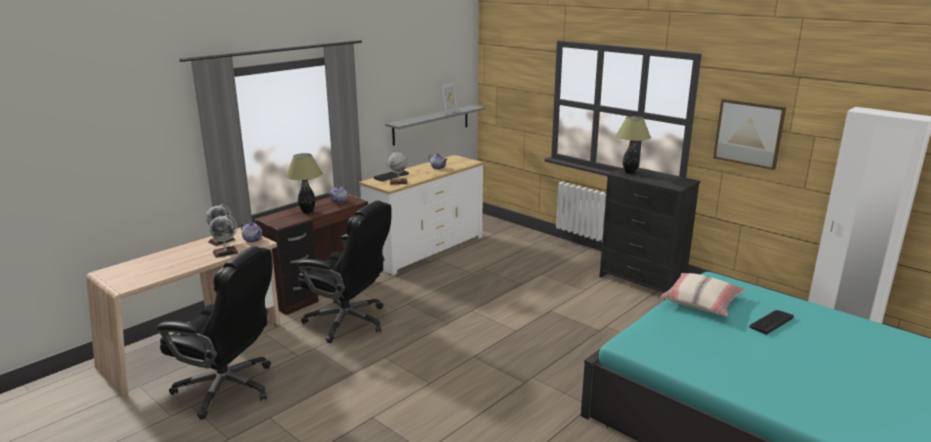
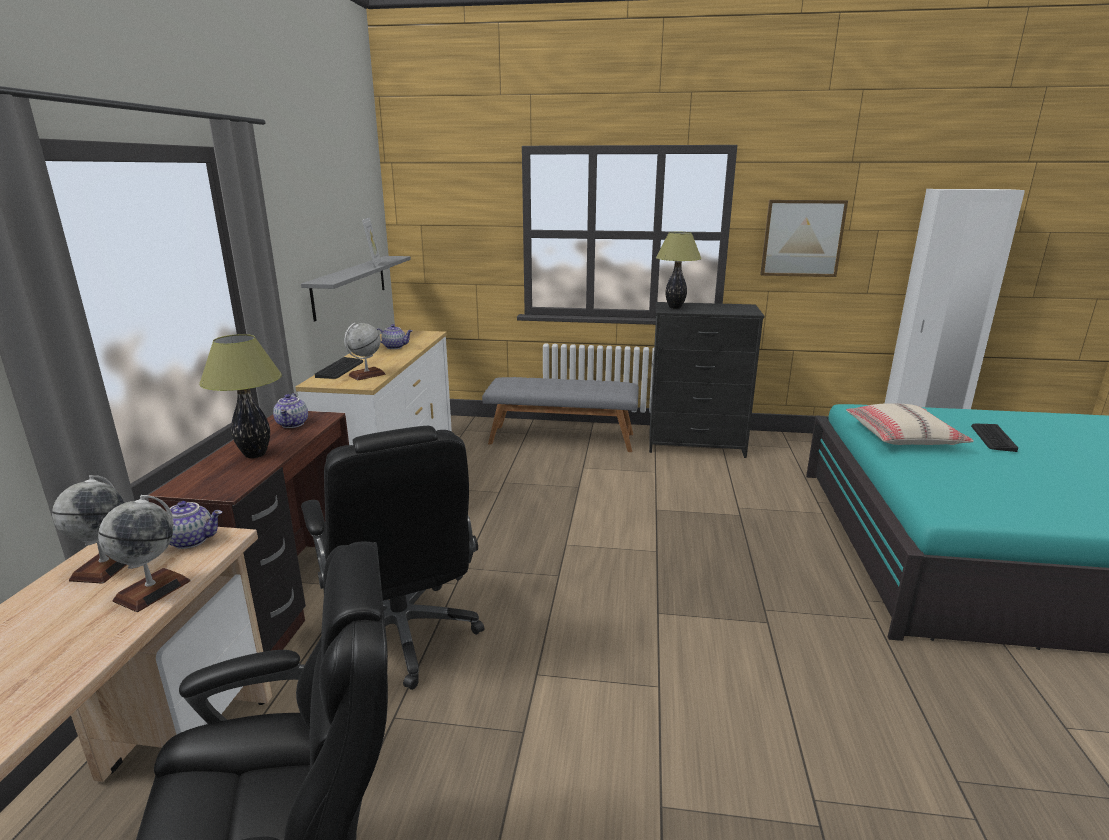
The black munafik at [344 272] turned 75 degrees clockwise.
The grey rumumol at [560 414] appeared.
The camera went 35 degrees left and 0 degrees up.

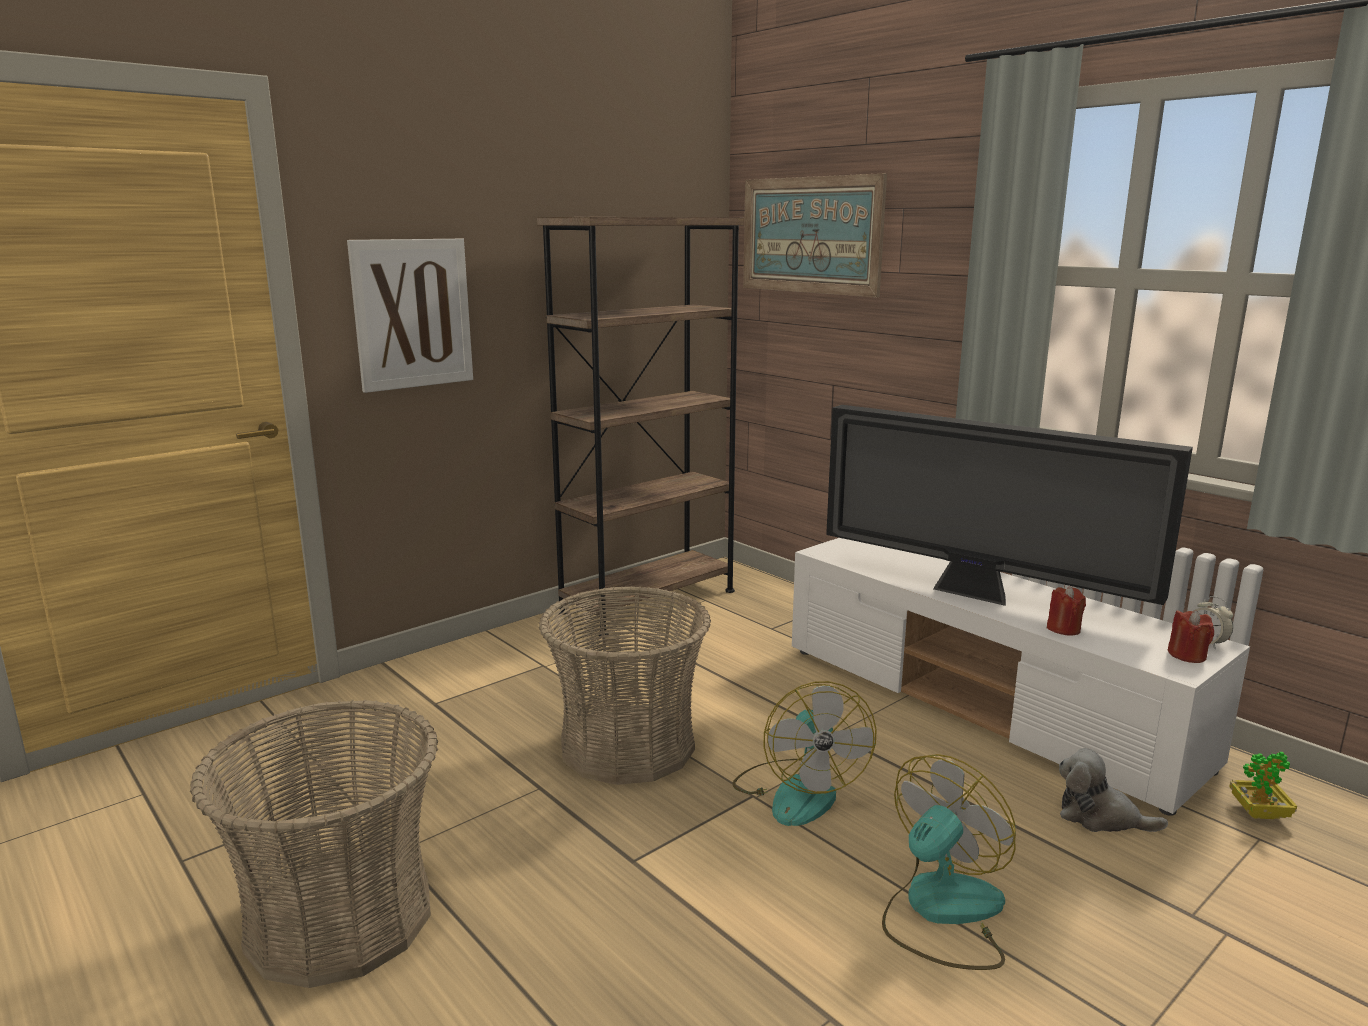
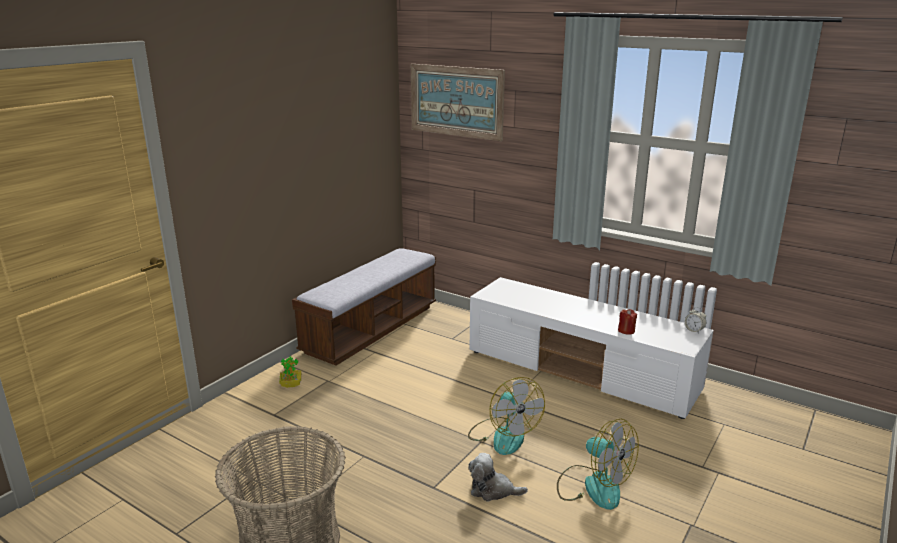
The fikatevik at [410 316] disappeared.
The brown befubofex at [640 426] was replaced by the rumumol at [364 307].
The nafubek at [625 685] disappeared.
The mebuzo at [1009 505] disappeared.
The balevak at [949 862] turned 105 degrees clockwise.
The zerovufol moved from [1113 790] to [498 477].
The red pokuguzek at [1191 636] disappeared.
The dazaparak moved from [1263 785] to [290 372].
The camera went 15 degrees left and 5 degrees up.

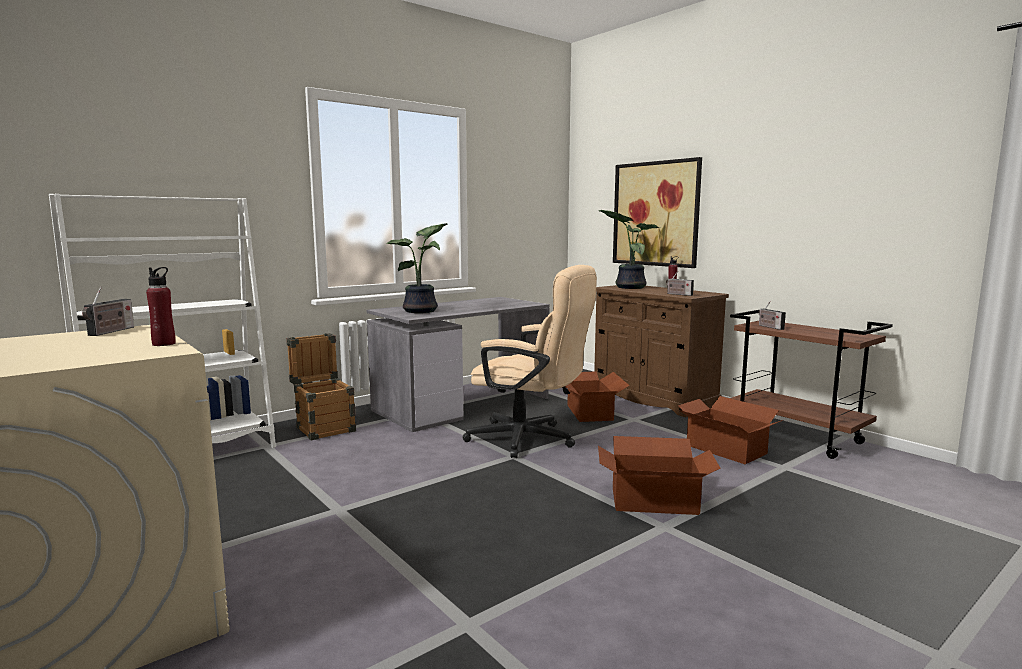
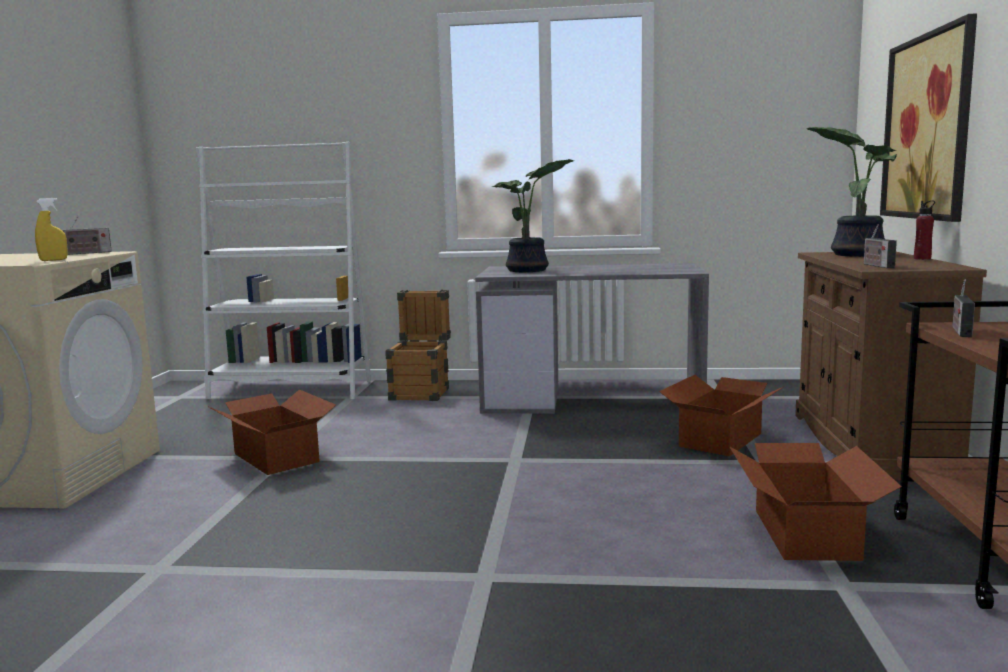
The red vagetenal at [161 306] was replaced by the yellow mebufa at [51 229].
The beige munafik at [530 361] disappeared.
The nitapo moved from [659 475] to [272 432].
The camera went 45 degrees right and 0 degrees up.

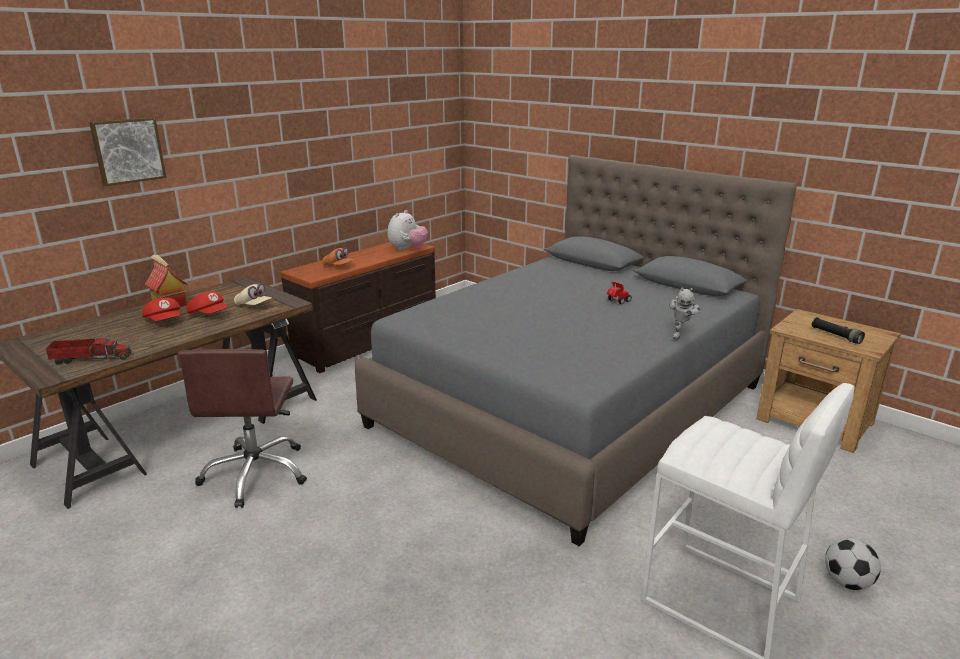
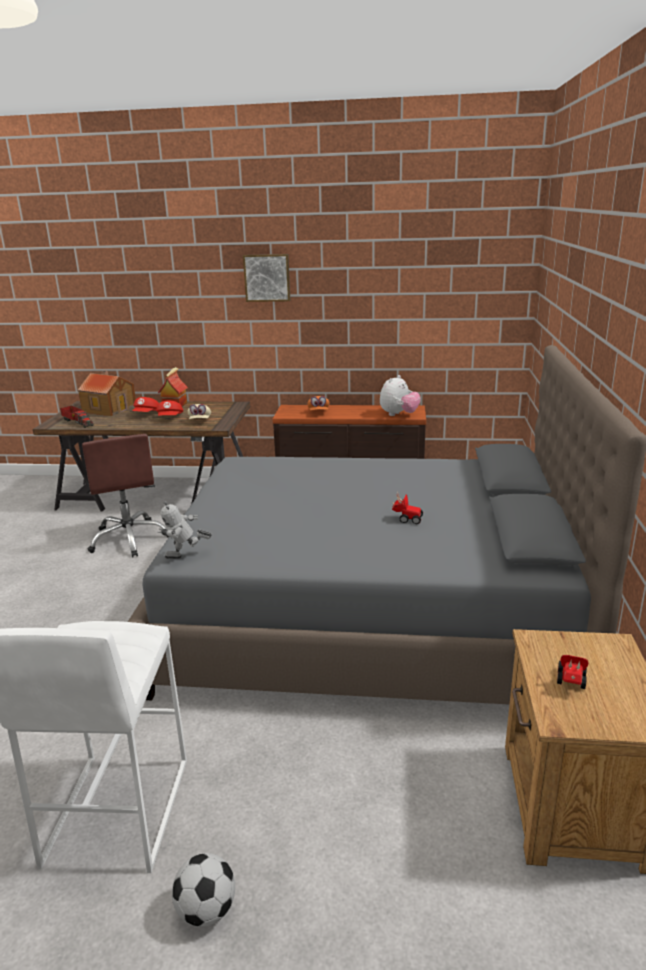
The fikatevik moved from [127 151] to [267 278].
The brown munafik at [242 428] turned 75 degrees counterclockwise.
The zerovufol at [407 230] turned 45 degrees counterclockwise.
The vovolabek moved from [685 313] to [185 530].
The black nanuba at [838 330] was replaced by the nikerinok at [572 672].
The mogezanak at [107 393] appeared.
The camera went 55 degrees right and 0 degrees up.

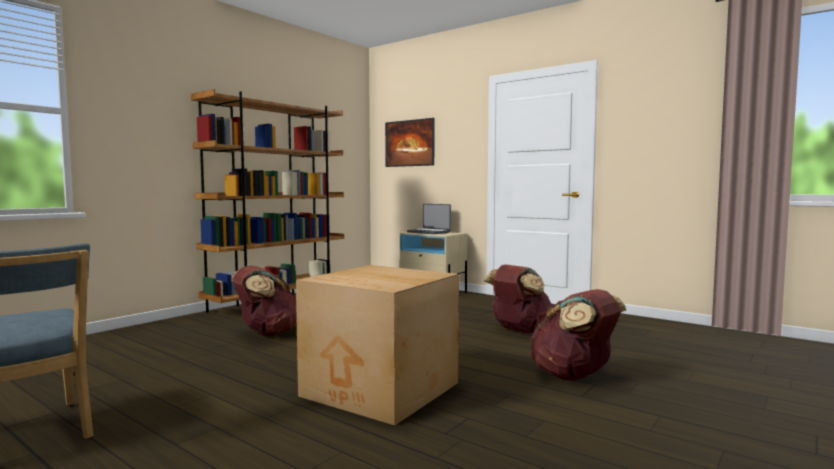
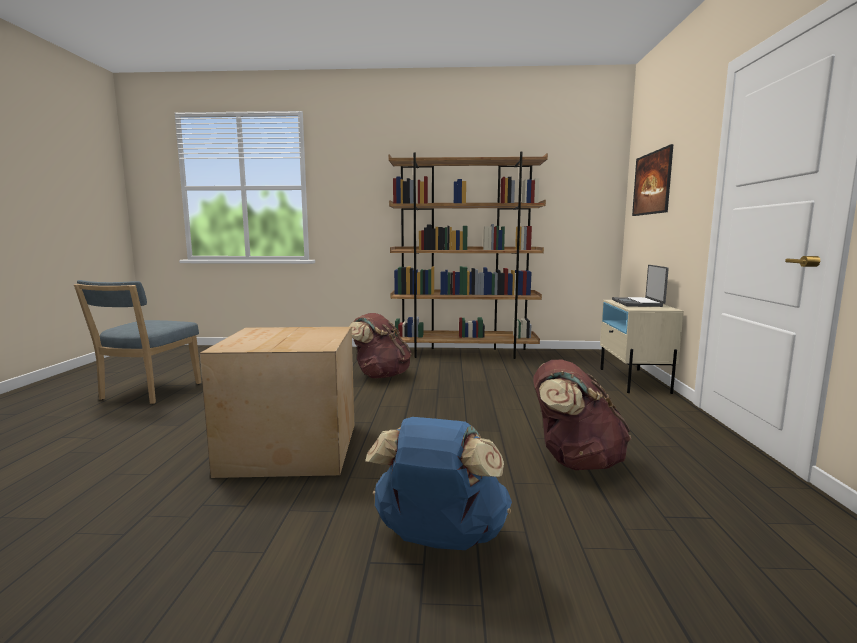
The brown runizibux at [578 335] became the blue runizibux at [438 483].
The camera went 55 degrees right and 5 degrees up.

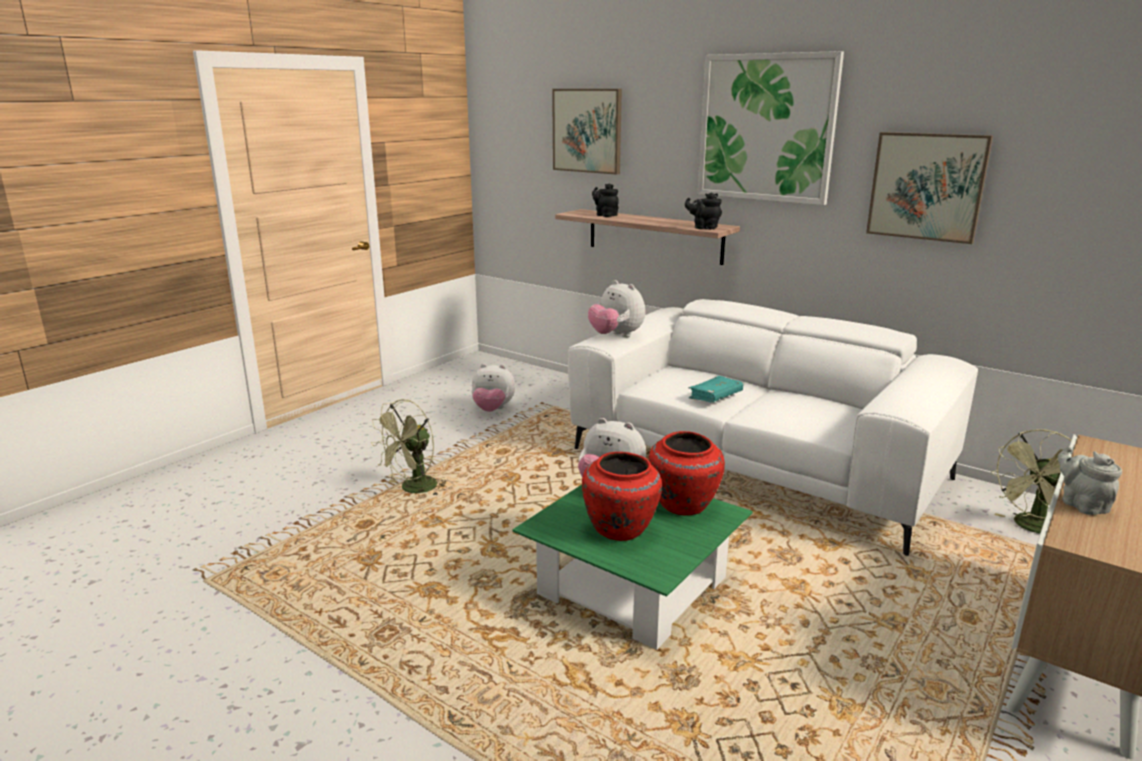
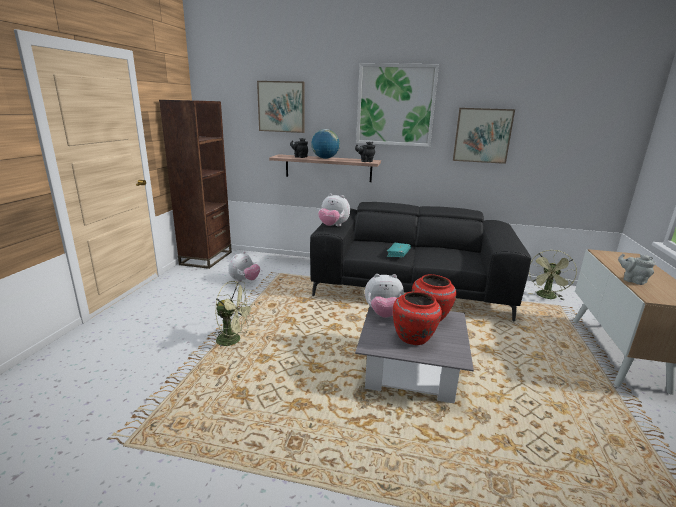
The green balevak at [408 447] turned 90 degrees counterclockwise.
The zerovufol at [493 388] turned 45 degrees counterclockwise.
The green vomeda at [633 567] became the grey vomeda at [414 355].
The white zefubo at [773 427] became the black zefubo at [420 261].
The brown befubofex at [195 184] appeared.
The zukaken at [325 144] appeared.
The camera went 25 degrees left and 0 degrees up.

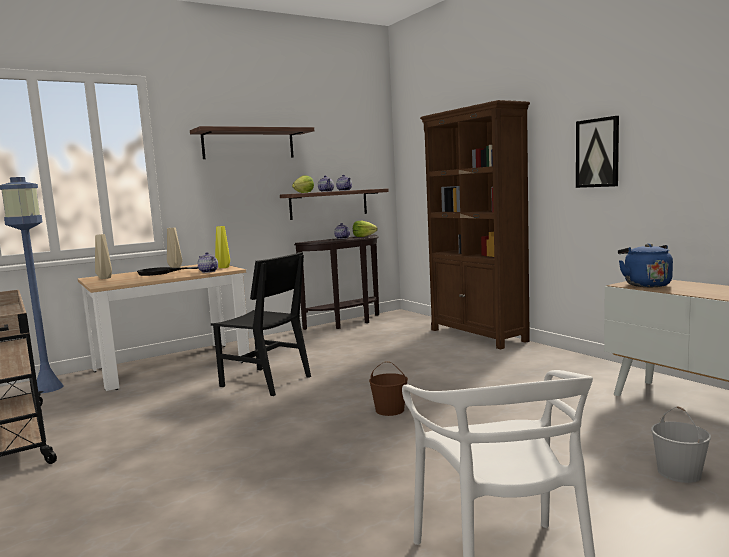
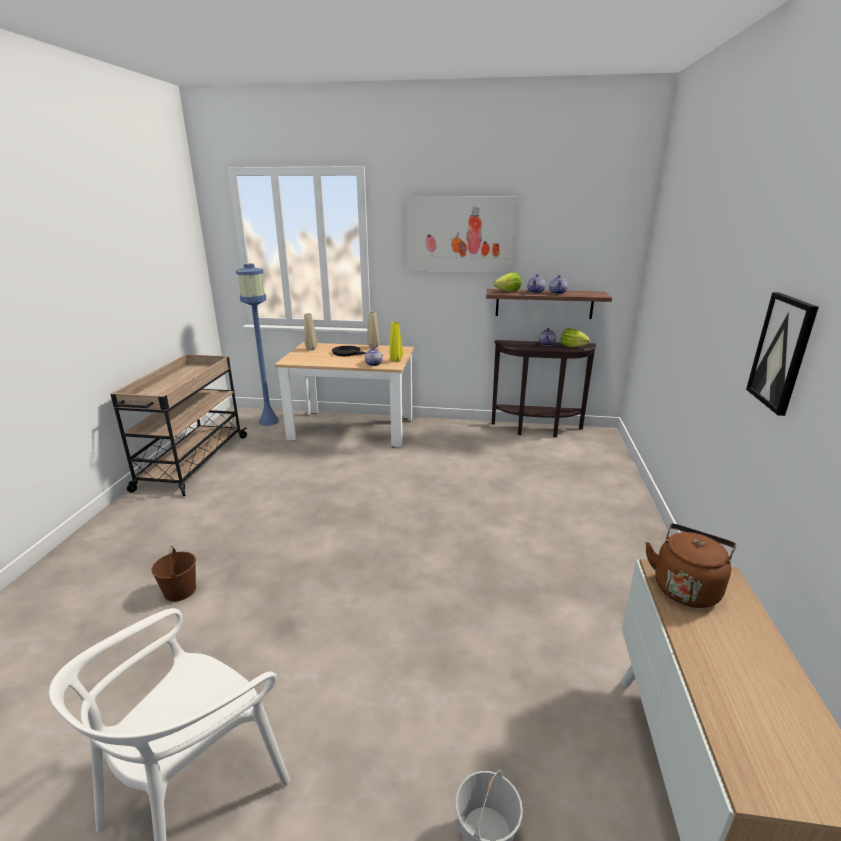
The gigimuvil at [252 142] was replaced by the fikatevik at [461 234].
The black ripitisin at [261 324] disappeared.
The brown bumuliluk moved from [388 388] to [174 574].
The brown befubofex at [475 224] disappeared.
The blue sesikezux at [645 265] became the brown sesikezux at [690 566].
The camera went 40 degrees right and 15 degrees up.

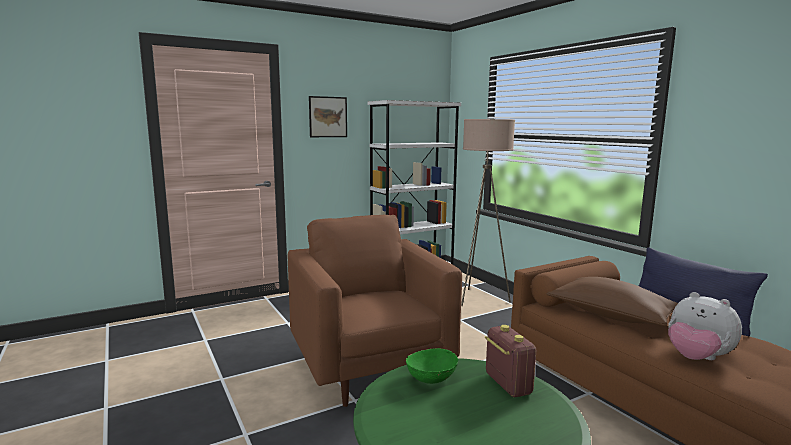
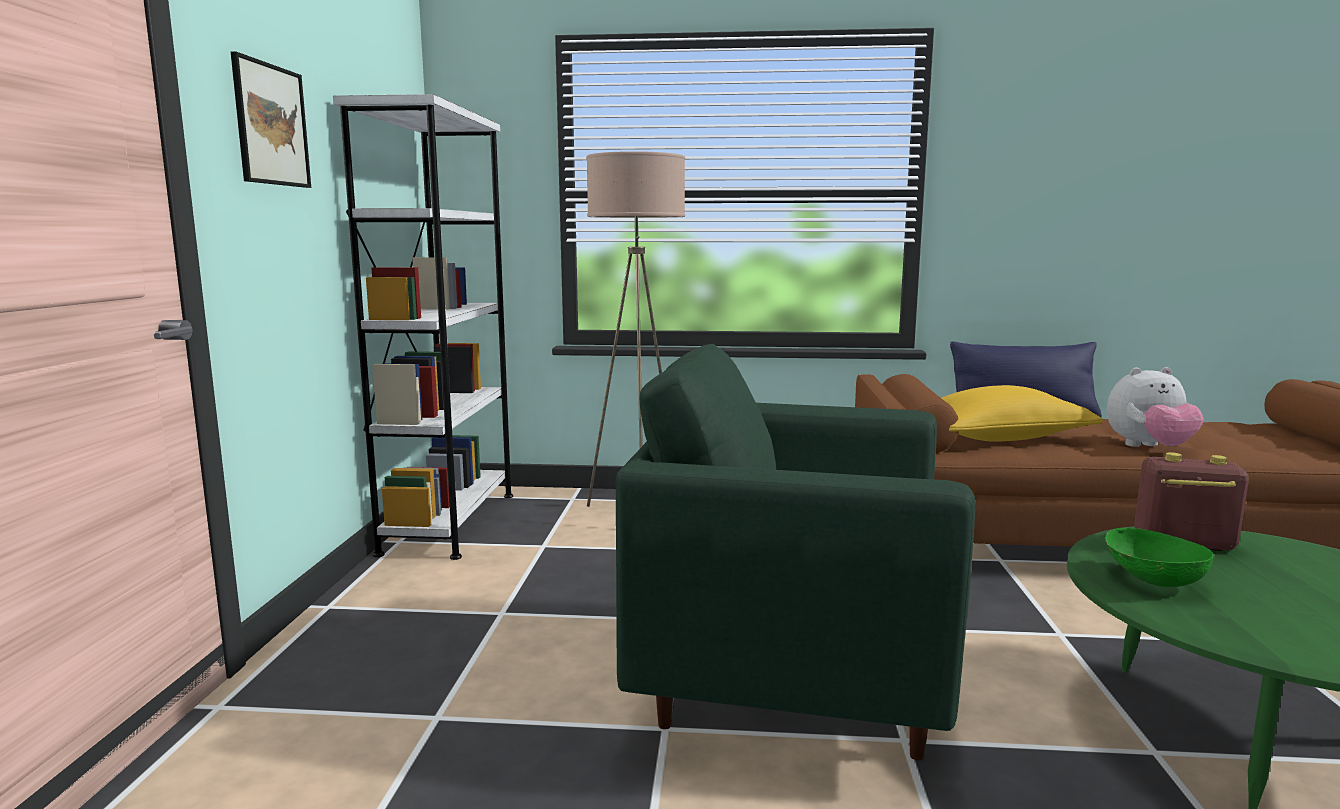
The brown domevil at [375 311] became the green domevil at [795 552].
The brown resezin at [612 302] became the yellow resezin at [1022 413].
The camera went 55 degrees left and 0 degrees up.

